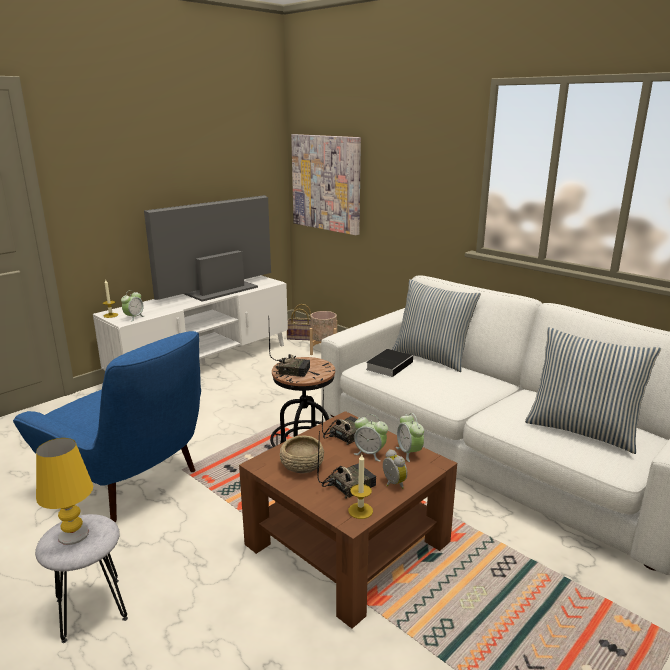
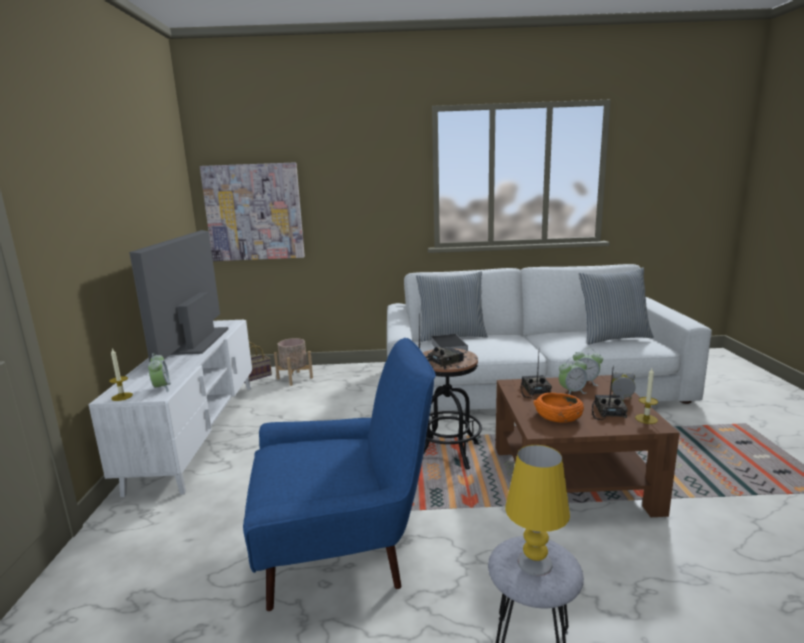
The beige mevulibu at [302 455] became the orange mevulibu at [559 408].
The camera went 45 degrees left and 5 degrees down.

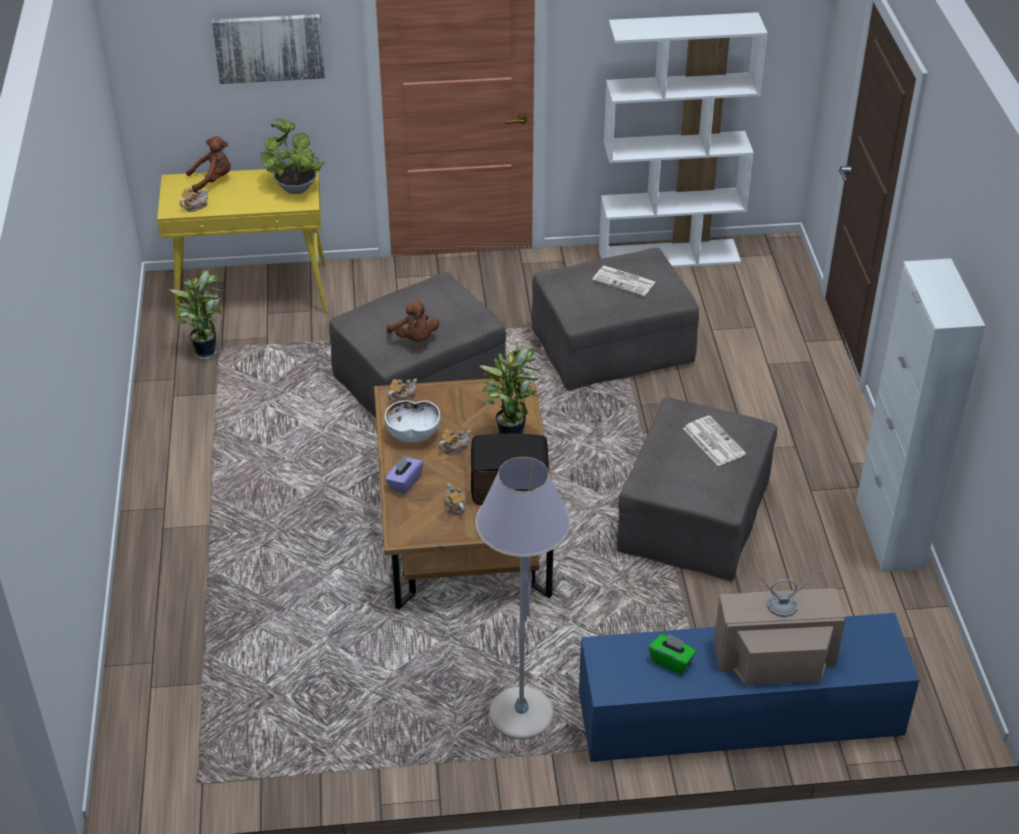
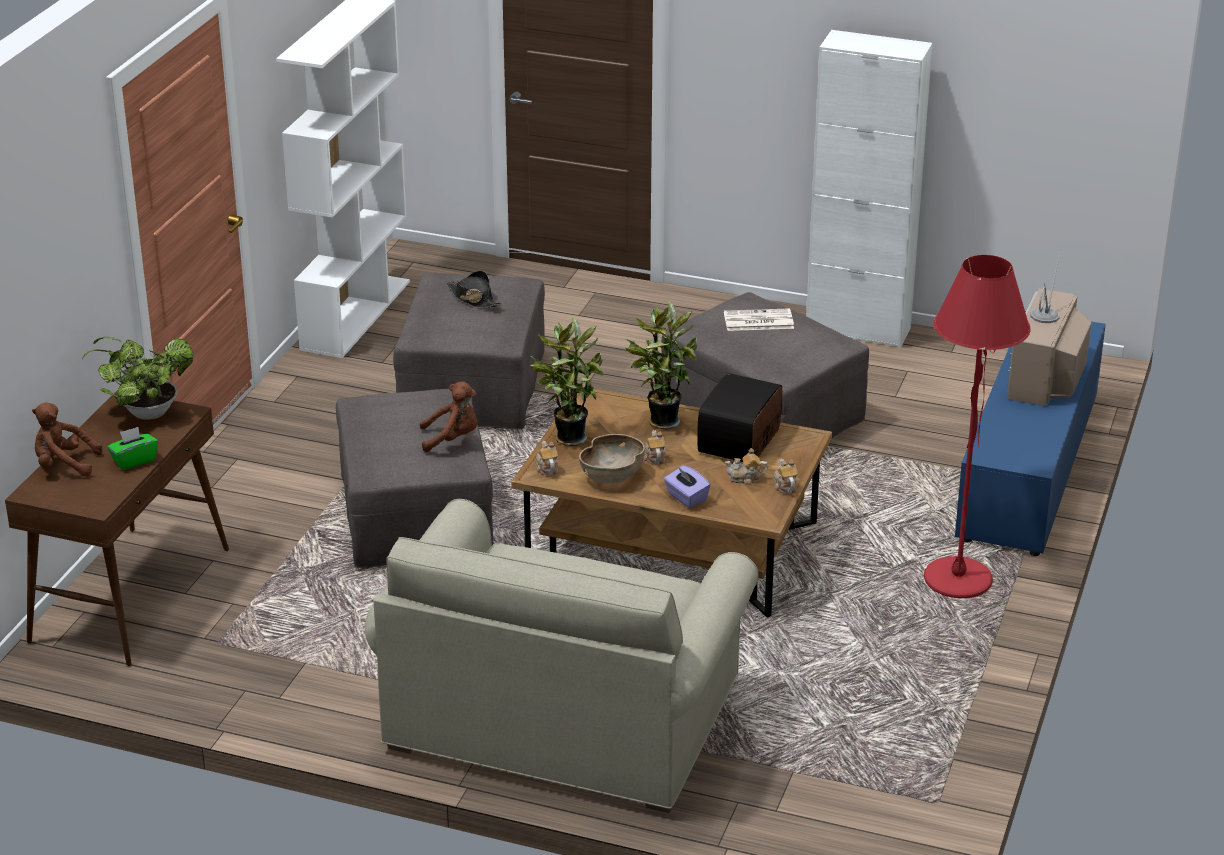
The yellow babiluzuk at [242 245] became the brown babiluzuk at [117 528].
The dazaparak moved from [197 314] to [566 381].
The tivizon moved from [194 200] to [786 476].
The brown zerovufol at [208 164] turned 90 degrees counterclockwise.
The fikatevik at [268 49] disappeared.
The white mevulibu at [412 421] became the brown mevulibu at [612 459].
The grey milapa at [523 598] became the red milapa at [977 426].
The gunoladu at [623 281] was replaced by the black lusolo at [475 289].
The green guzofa moved from [672 653] to [132 448].
The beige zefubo at [562 656] appeared.
The camera went 65 degrees left and 10 degrees down.

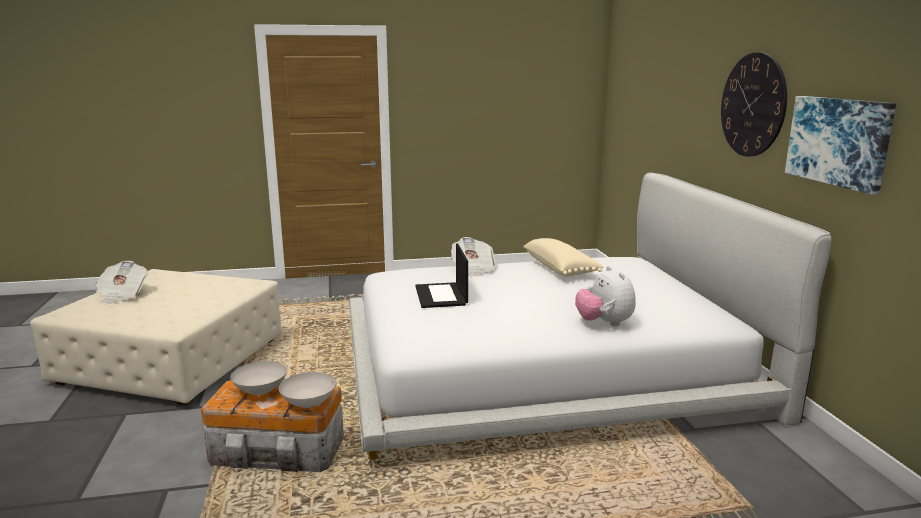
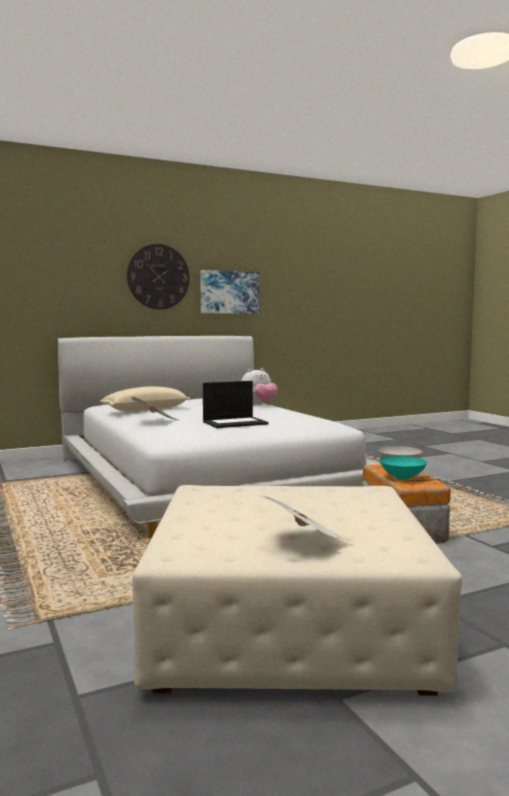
The white mevulibu at [259 378] became the turquoise mevulibu at [403 468].
The camera went 105 degrees left and 10 degrees down.

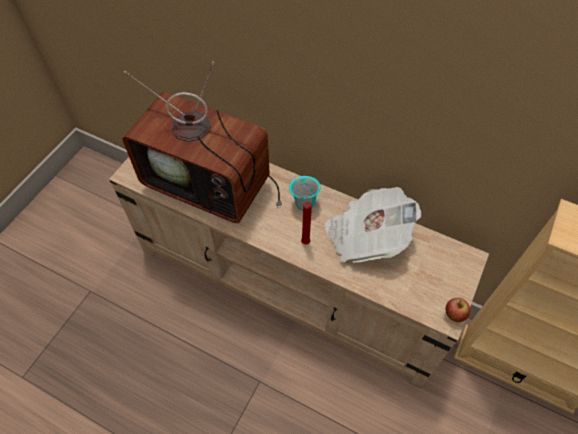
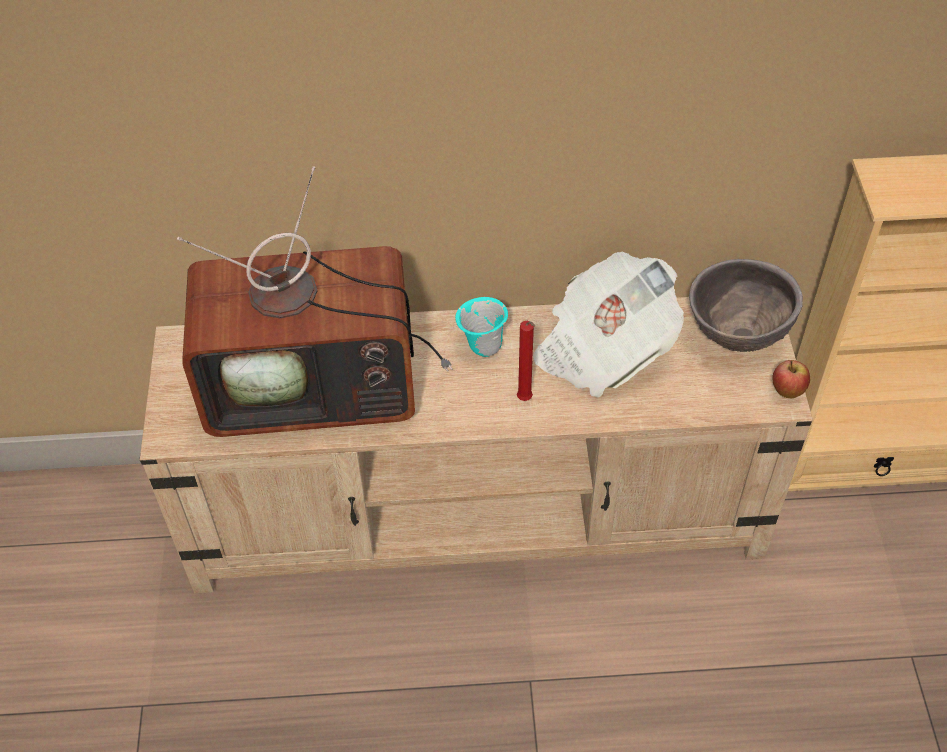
The brown mevulibu at [746 305] appeared.
The camera went 30 degrees left and 5 degrees down.

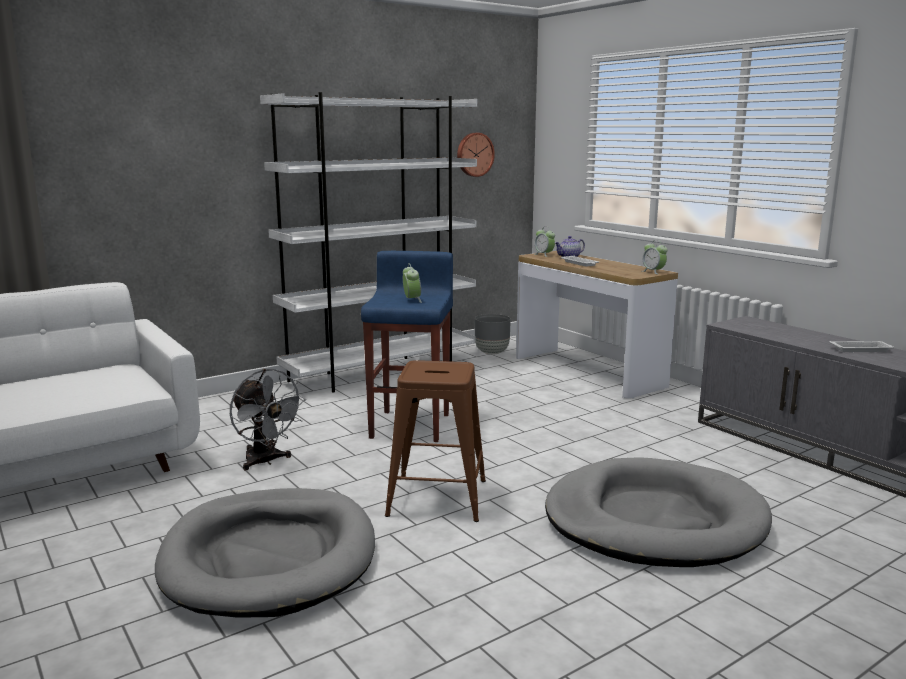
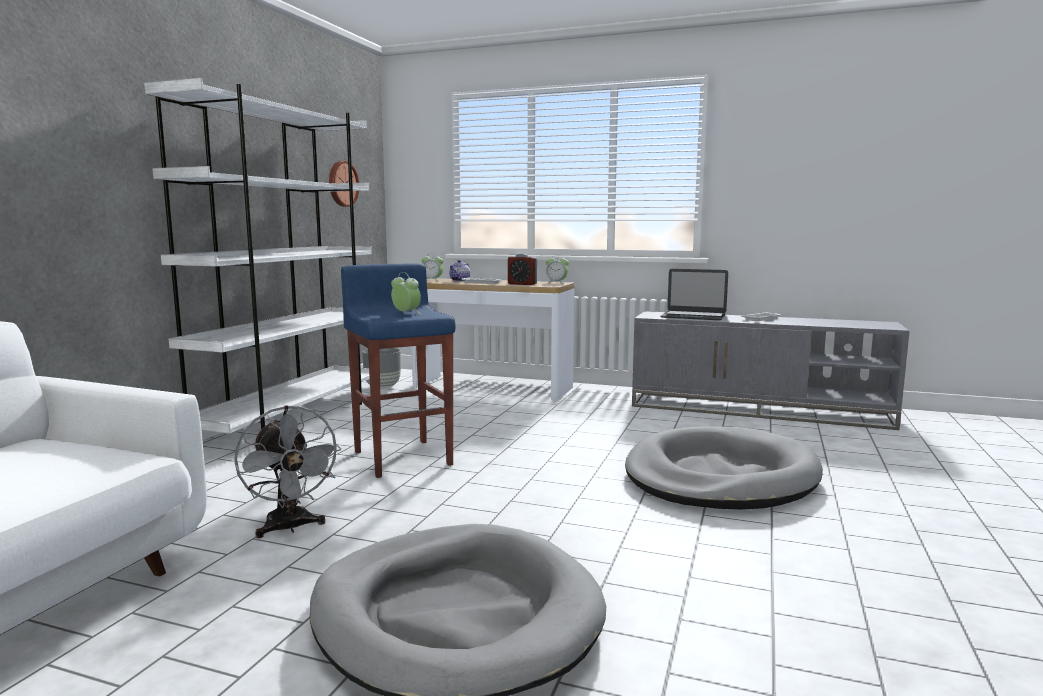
The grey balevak at [268 420] turned 45 degrees clockwise.
The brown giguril at [435 441] disappeared.
The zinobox at [522 269] appeared.
The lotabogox at [694 294] appeared.
The camera went 35 degrees left and 5 degrees down.

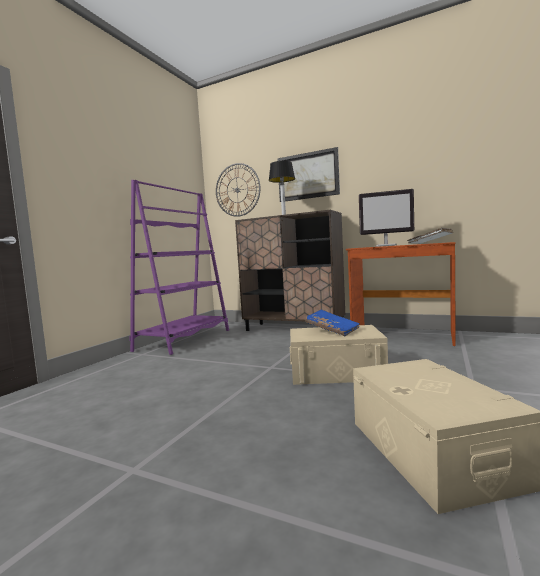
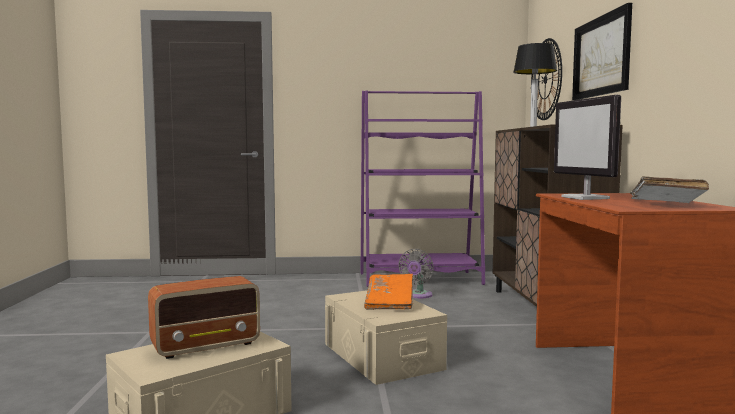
The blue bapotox at [332 323] became the orange bapotox at [388 292].
The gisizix at [204 317] appeared.
The grey balevak at [416 273] appeared.
The camera went 60 degrees right and 0 degrees up.

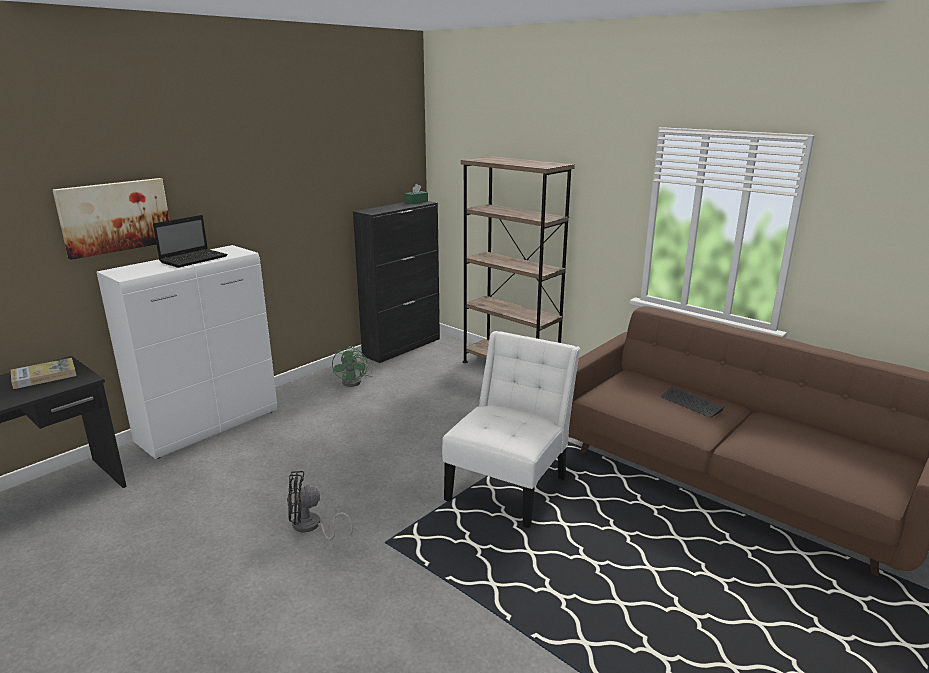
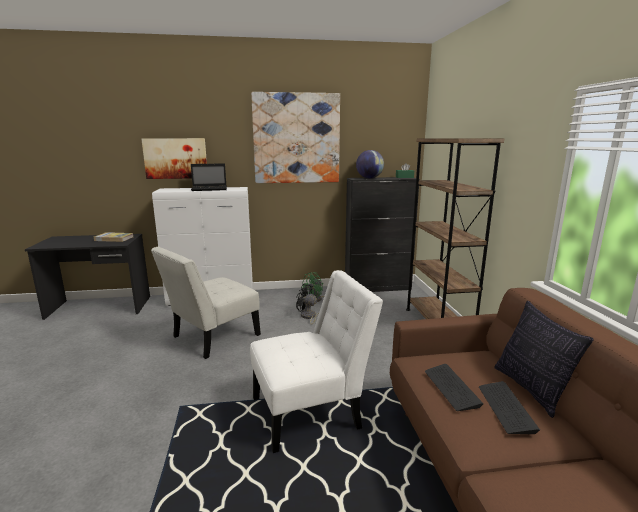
The black balevak moved from [320 505] to [307 304].
The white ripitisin at [206 303] appeared.
The fikatevik at [295 137] appeared.
The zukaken at [370 164] appeared.
The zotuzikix at [454 387] appeared.
The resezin at [544 359] appeared.
The camera went 40 degrees right and 5 degrees down.

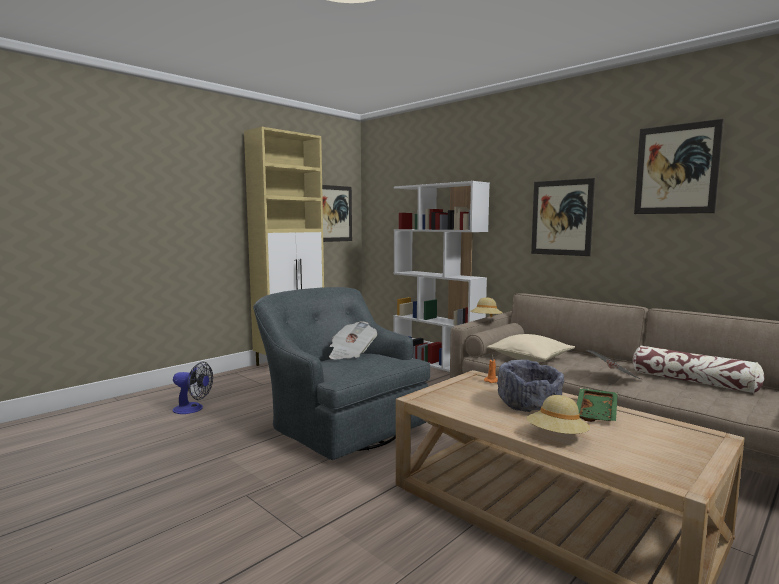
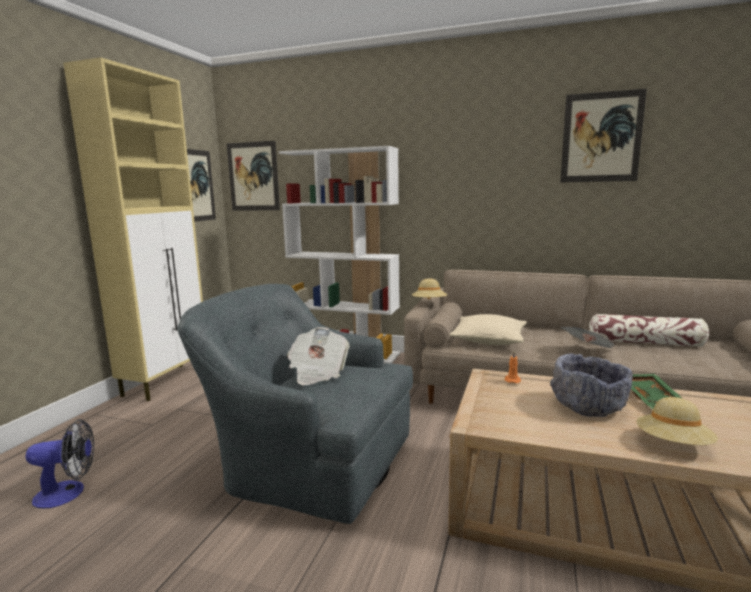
The fikatevik moved from [563 217] to [253 175].
The camera went 25 degrees left and 5 degrees up.

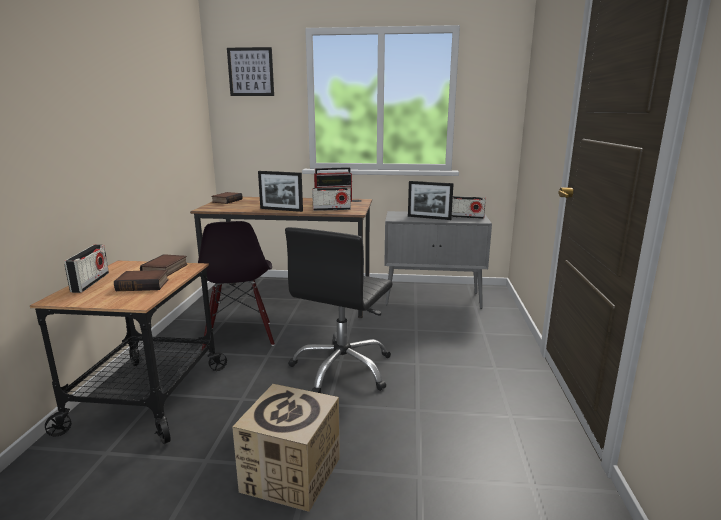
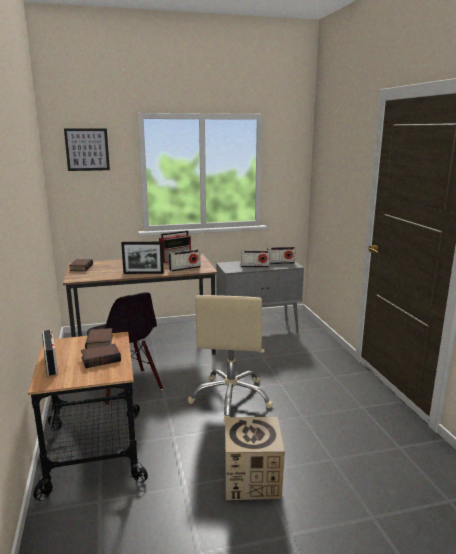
The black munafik at [339 310] became the beige munafik at [230 358].
The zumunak at [431 200] was replaced by the gisizix at [255 259].
The camera went 20 degrees left and 0 degrees up.

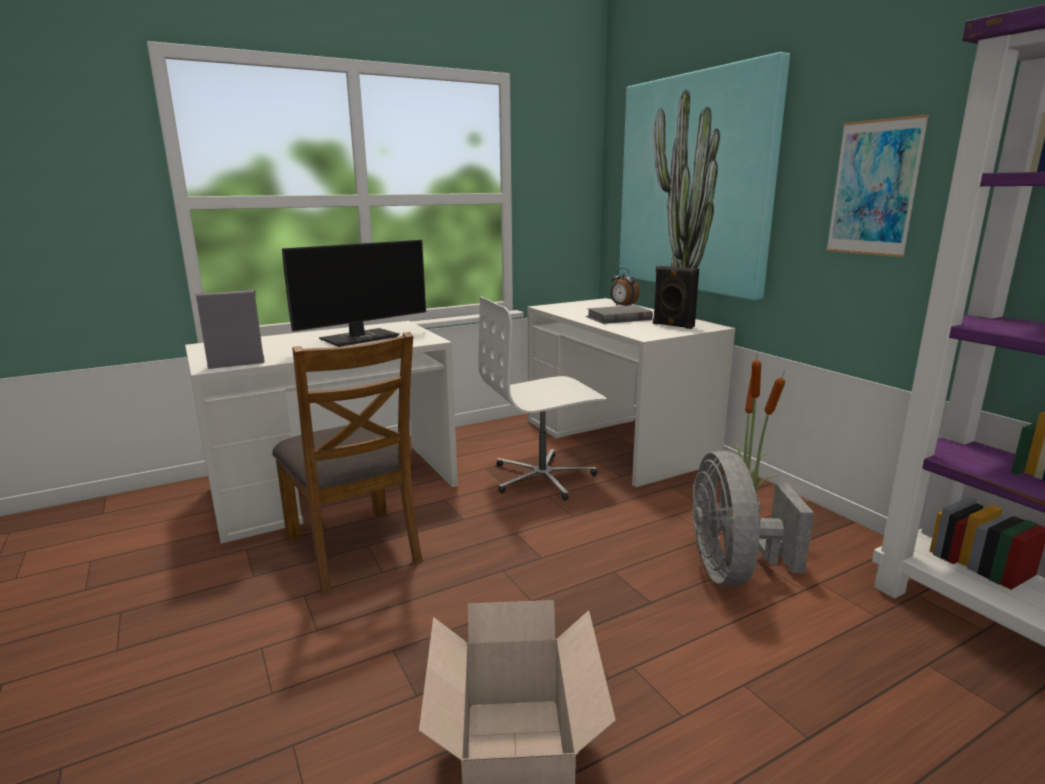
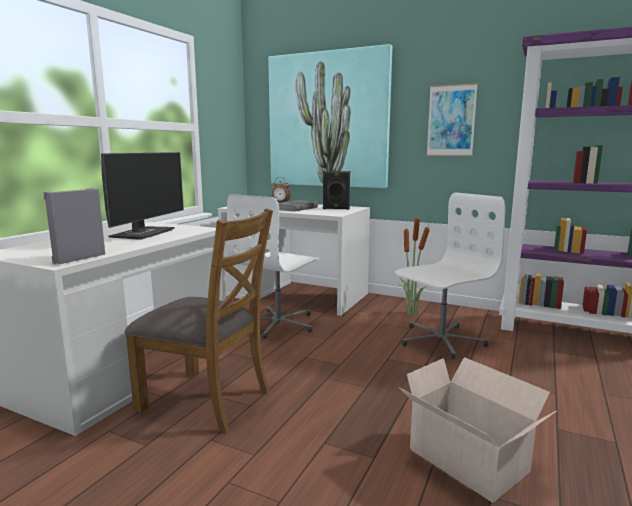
The grey balevak at [752 518] was replaced by the white munafik at [450 275].
The camera went 35 degrees left and 5 degrees down.

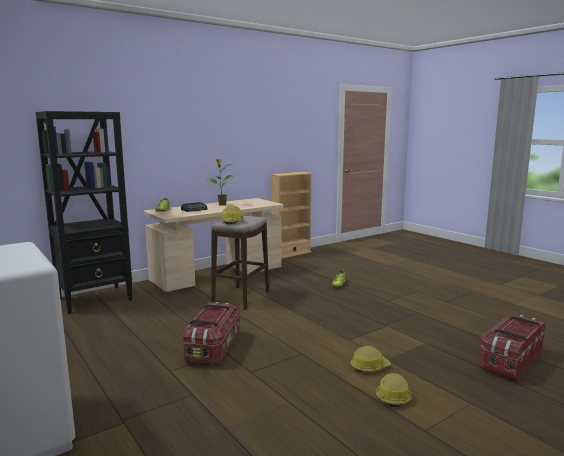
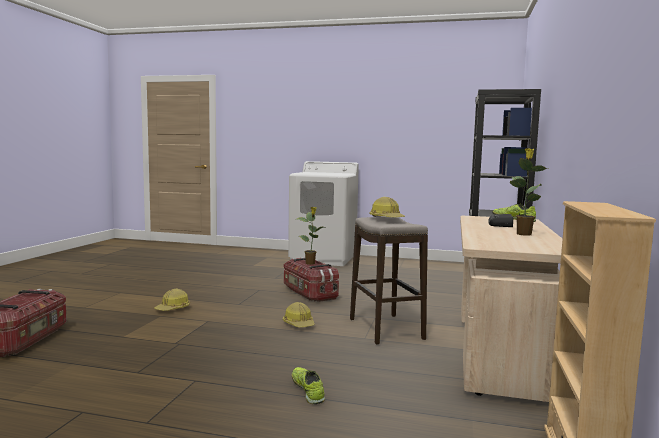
The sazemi moved from [393 390] to [299 314].
The dazaparak at [310 236] appeared.
The camera went 140 degrees right and 5 degrees down.

